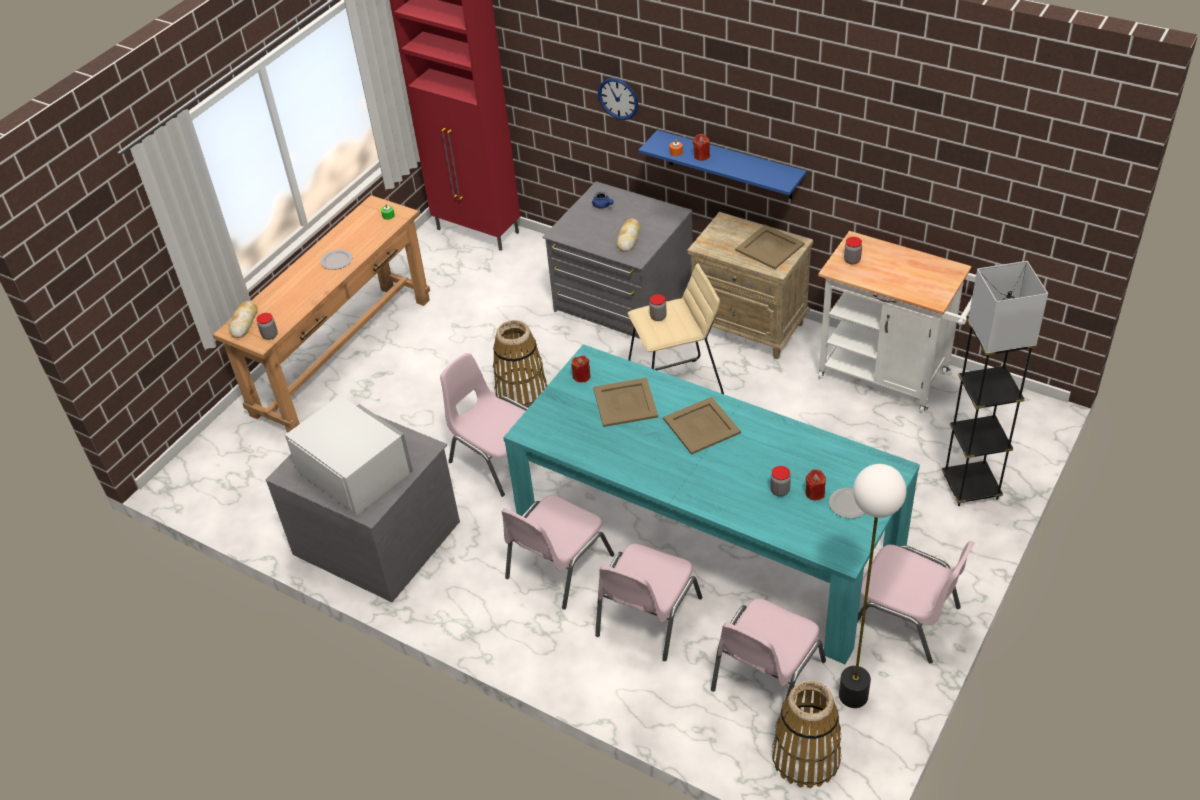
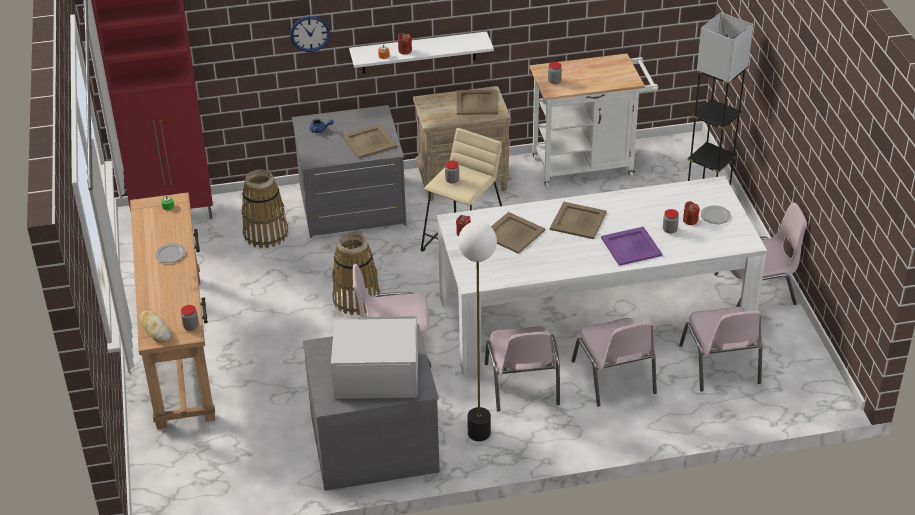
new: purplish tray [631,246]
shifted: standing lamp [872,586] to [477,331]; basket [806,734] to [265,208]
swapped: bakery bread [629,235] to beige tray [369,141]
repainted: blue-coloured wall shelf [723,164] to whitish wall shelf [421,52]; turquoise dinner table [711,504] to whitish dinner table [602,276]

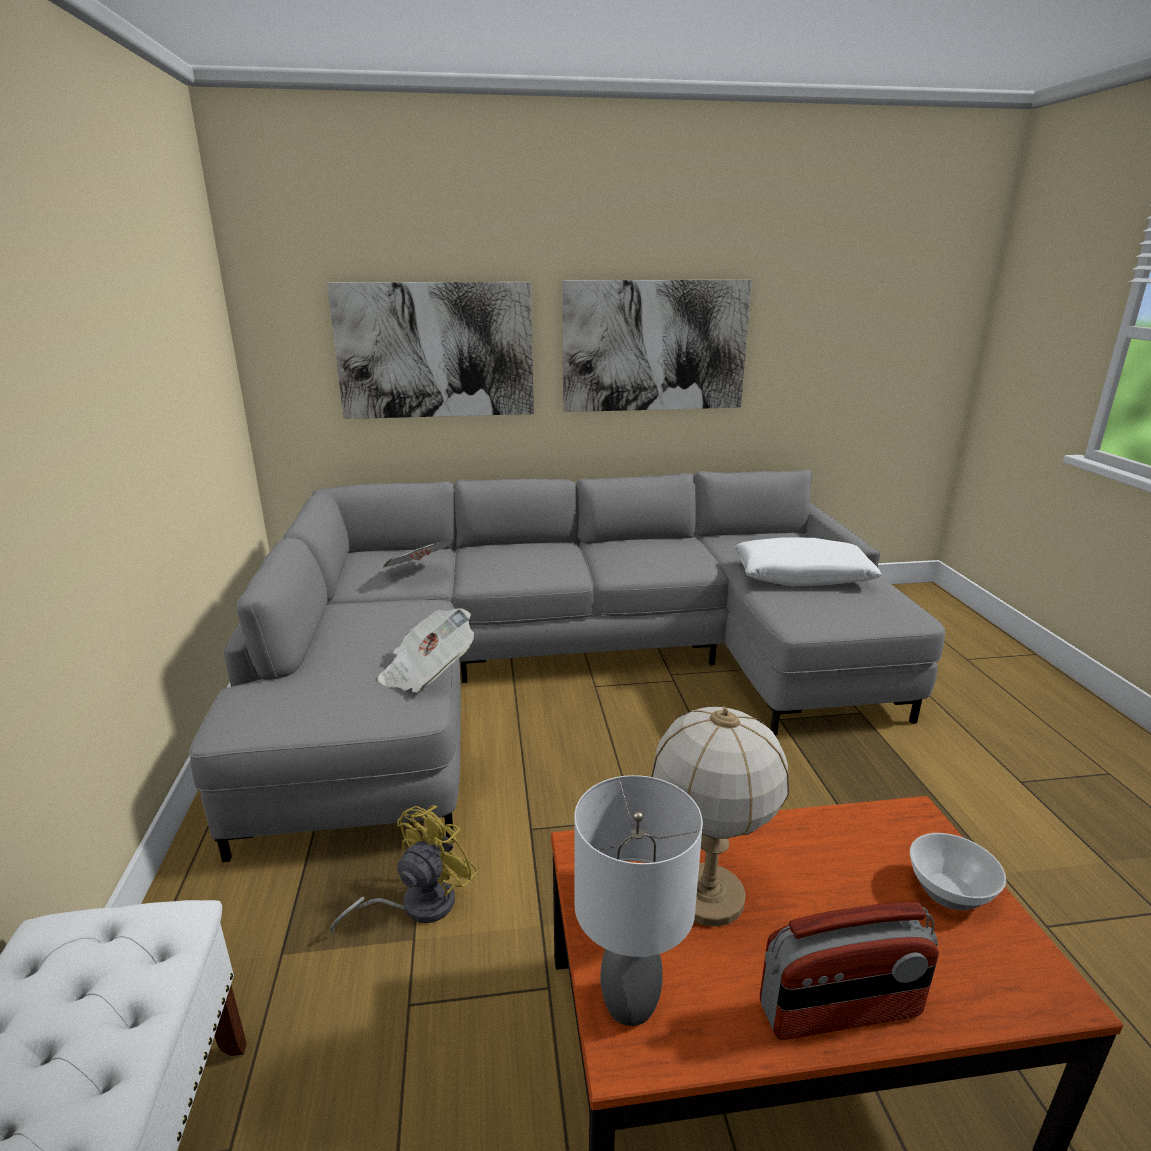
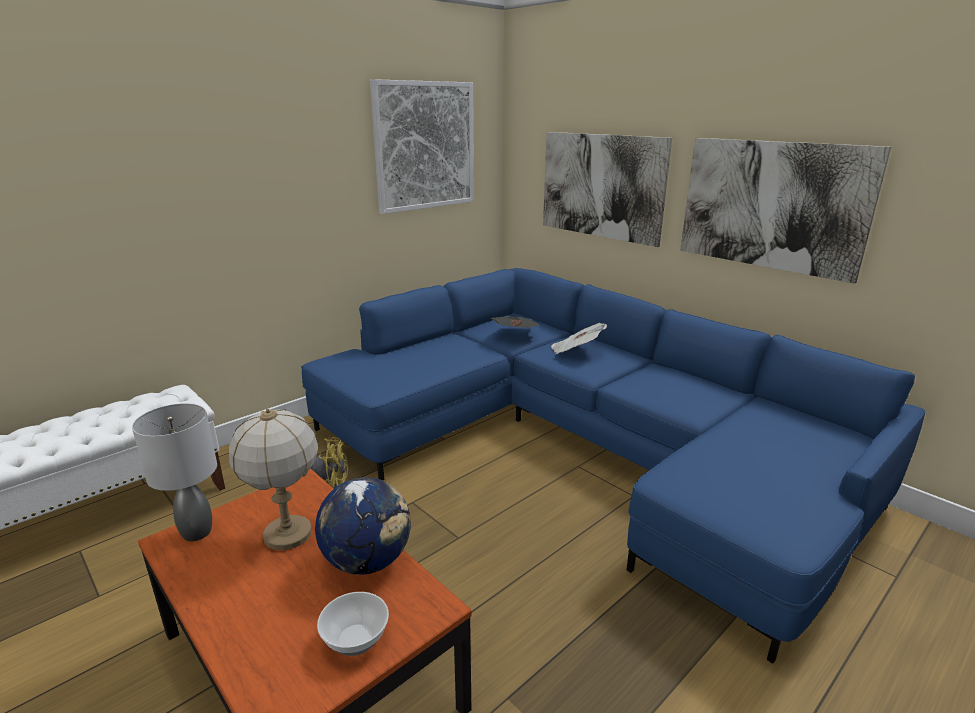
gone: whitish pillow [808,562]; radio [849,971]
new: picture [422,146]; globe [363,526]
shifted: printed paper [426,650] to [579,338]
repainted: greyish couch [567,666] to blue-coloured couch [613,466]

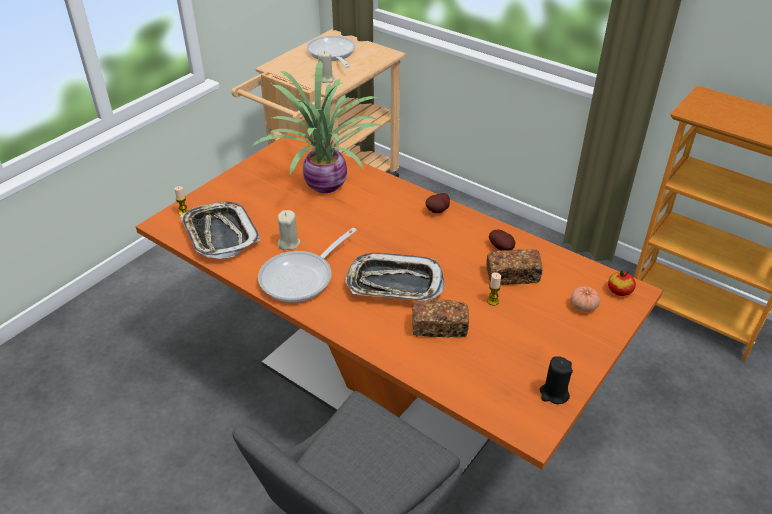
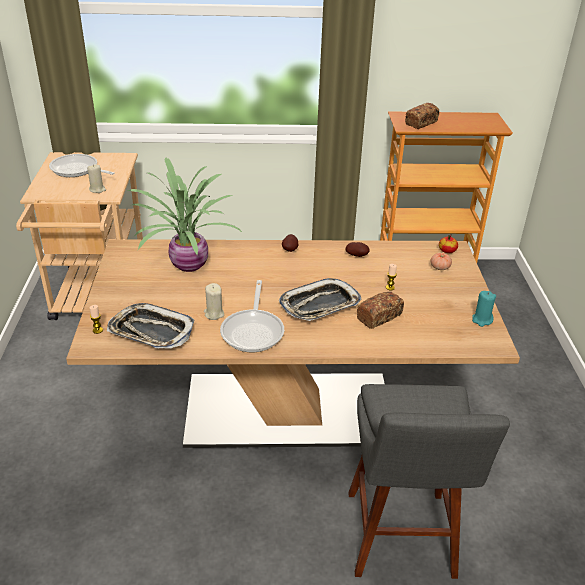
shifted: bakery bread [514,267] to [422,116]
repainted: orange dinner table [399,304] to beige dinner table [293,343]; black-coloured wax light [556,380] to turquoise wax light [484,309]

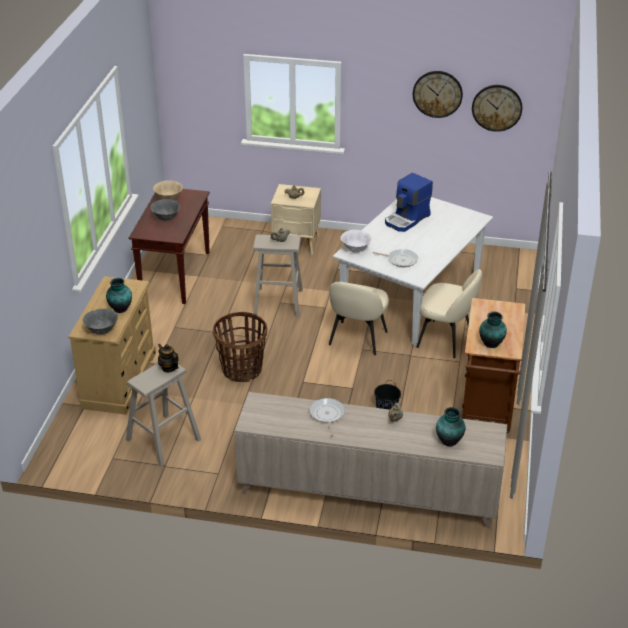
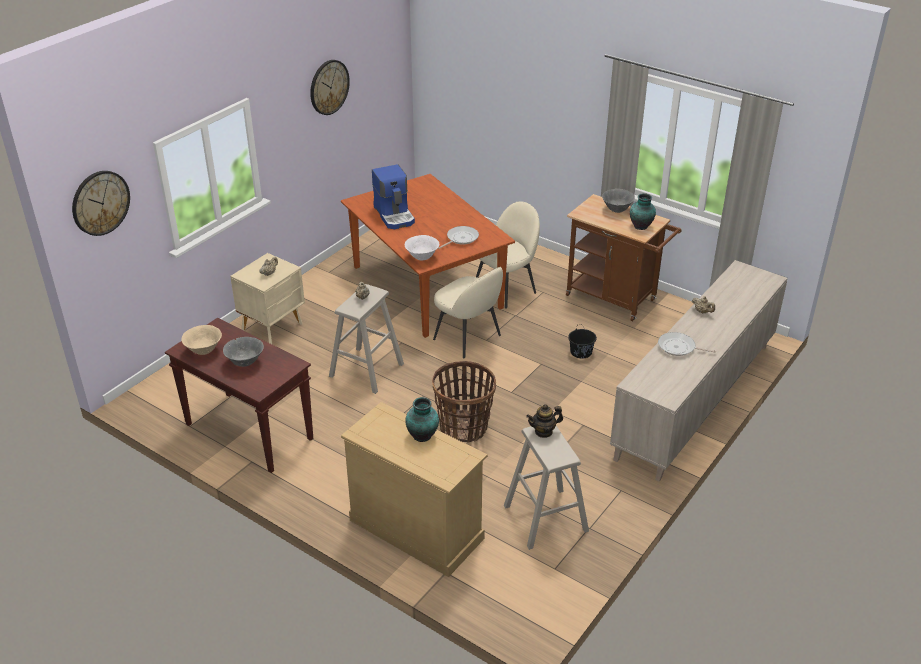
gone: decorative vase [450,427]
shifted: wall clock [497,108] to [101,203]; greyish bowl [100,322] to [618,201]
repainted: whitish dinner table [413,271] to brown dinner table [428,256]

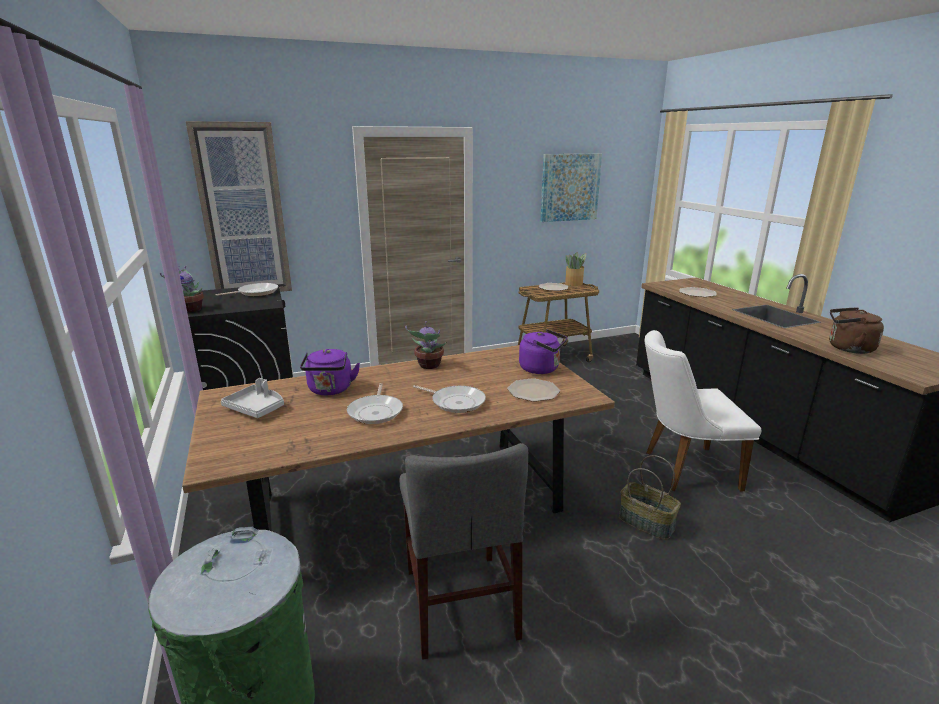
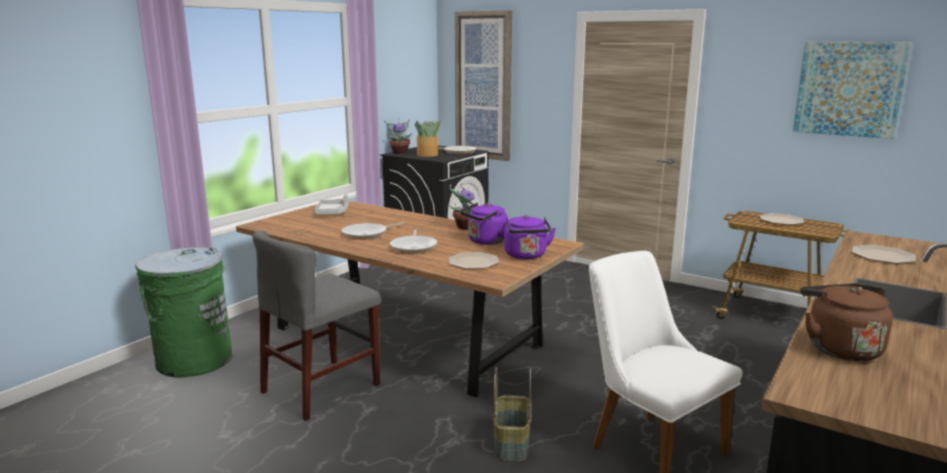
shifted: potted plant [575,269] to [428,138]; purplish water kettle [330,372] to [484,224]

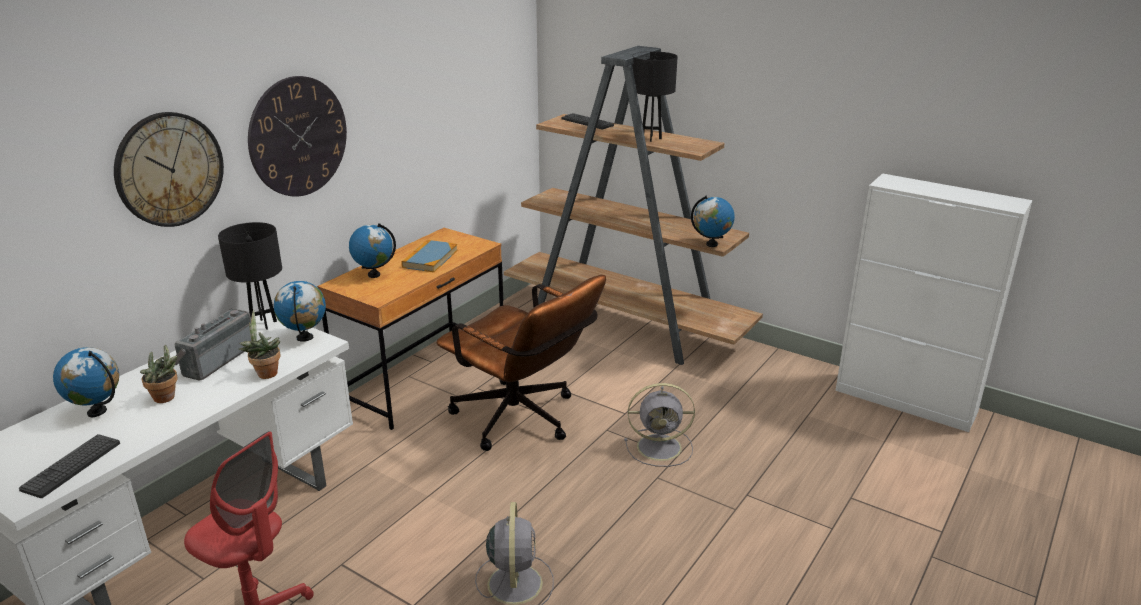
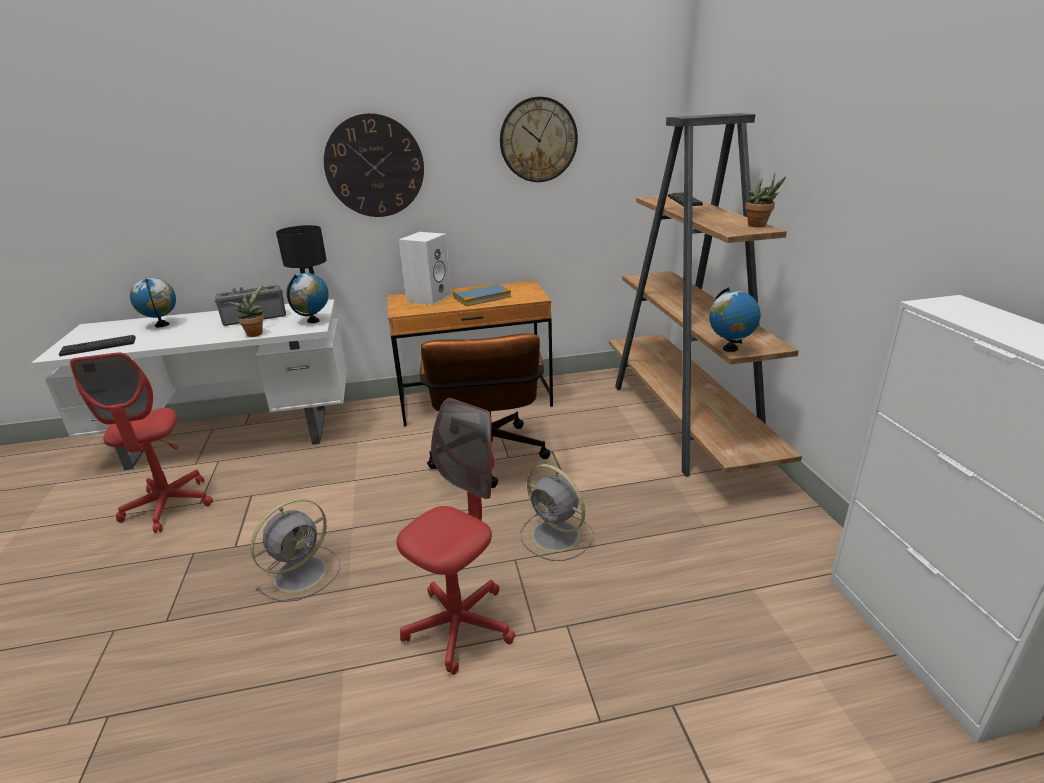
gone: black-coloured table lamp [655,96]
new: red desk chair [455,536]
shifted: wall clock [169,169] to [539,139]; potted plant [159,373] to [765,200]
swapped: globe [372,250] to whitish audio speaker [425,268]

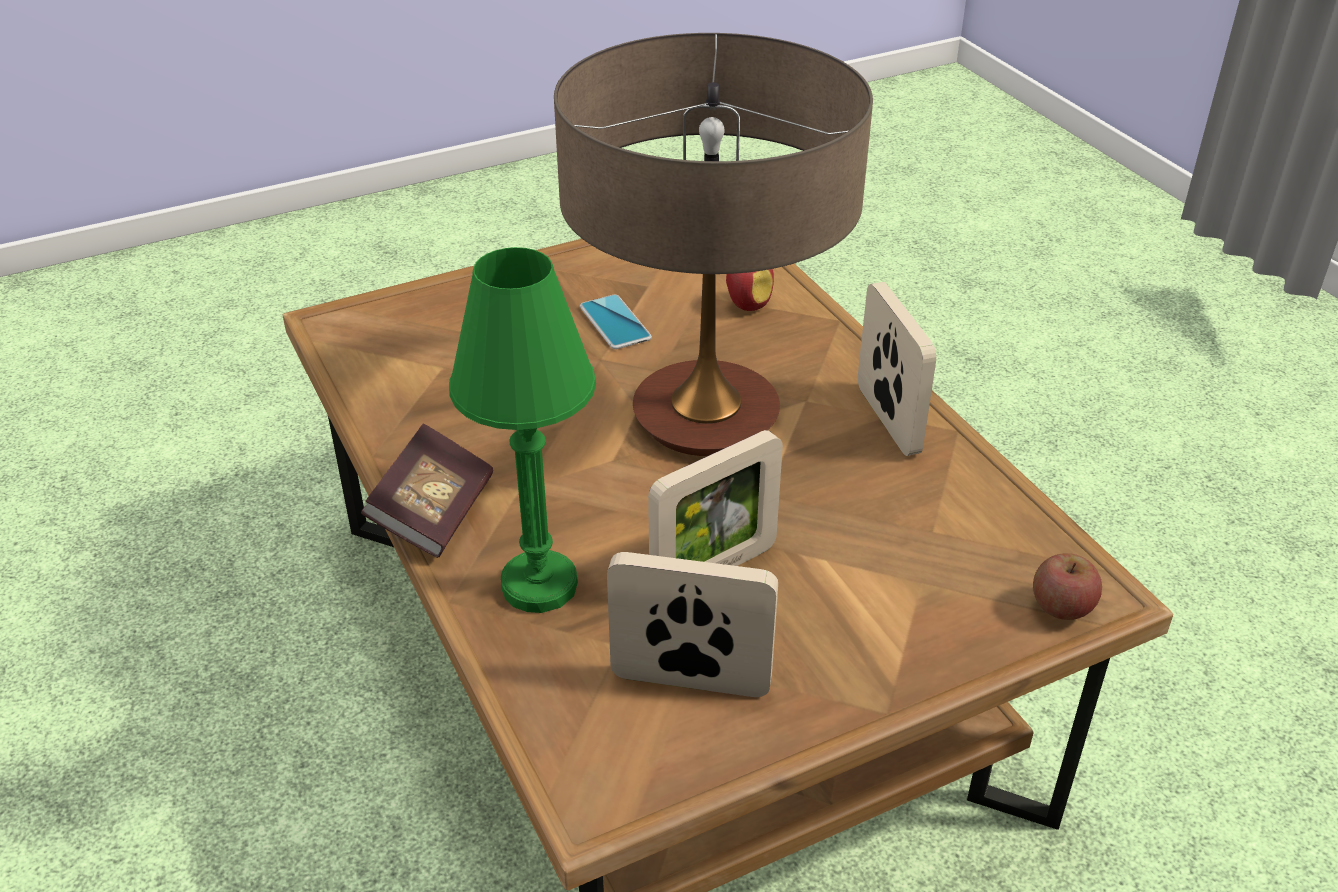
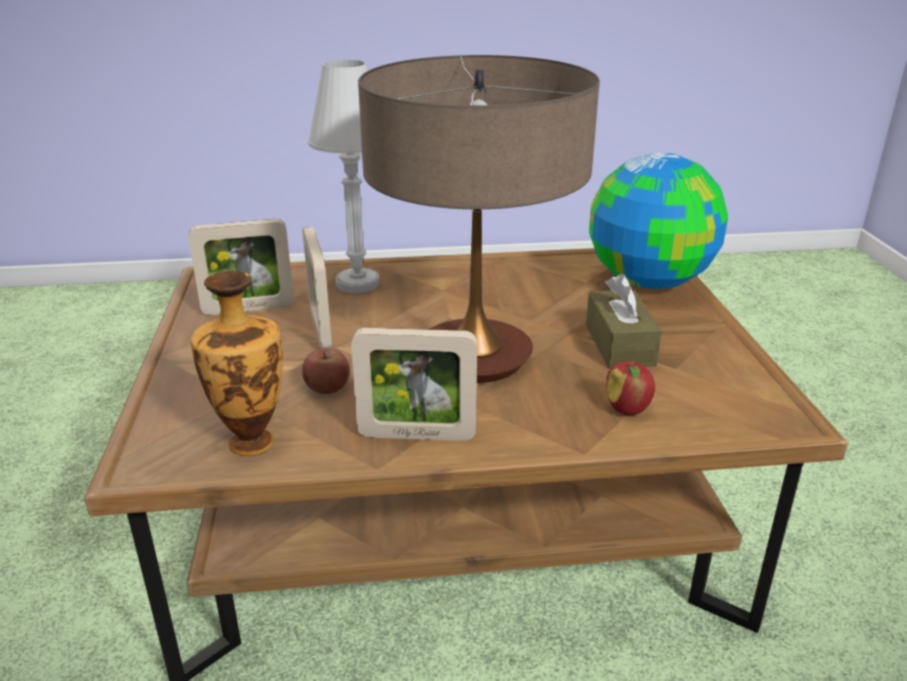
gone: bound book [427,491]
new: globe [658,221]; decorative vase [237,363]
shifted: apple [1067,586] to [326,371]
swapped: handset [616,322] to brown box of tissues [624,321]
repainted: green table lamp [522,430] to whitish table lamp [343,176]
rotated: picture frame [692,624] = [241,267] 45 degrees clockwise

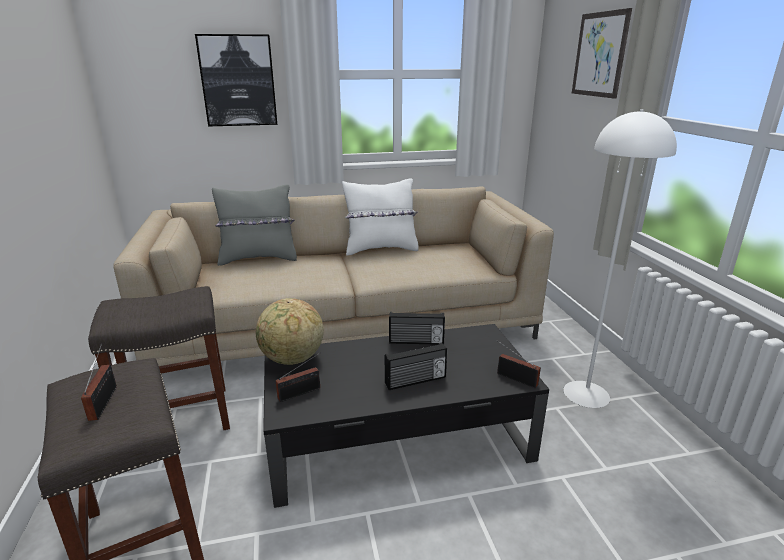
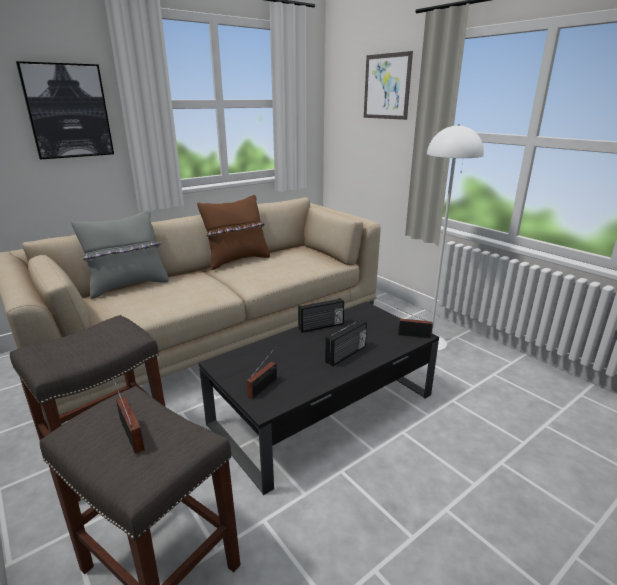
gone: globe [290,331]
repainted: whitish pillow [380,217] to brown pillow [233,232]

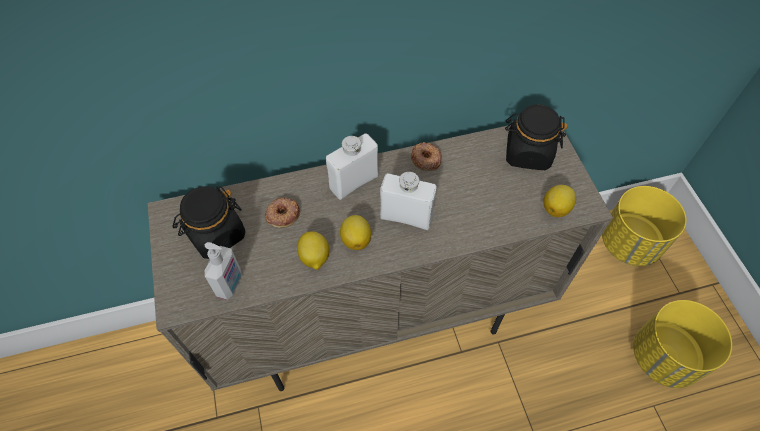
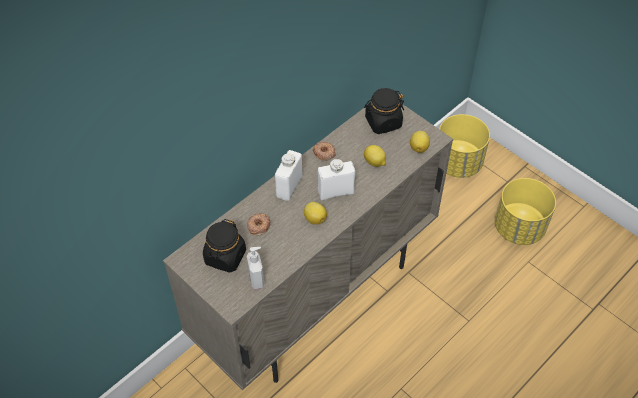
shifted: lemon [313,250] to [375,156]

